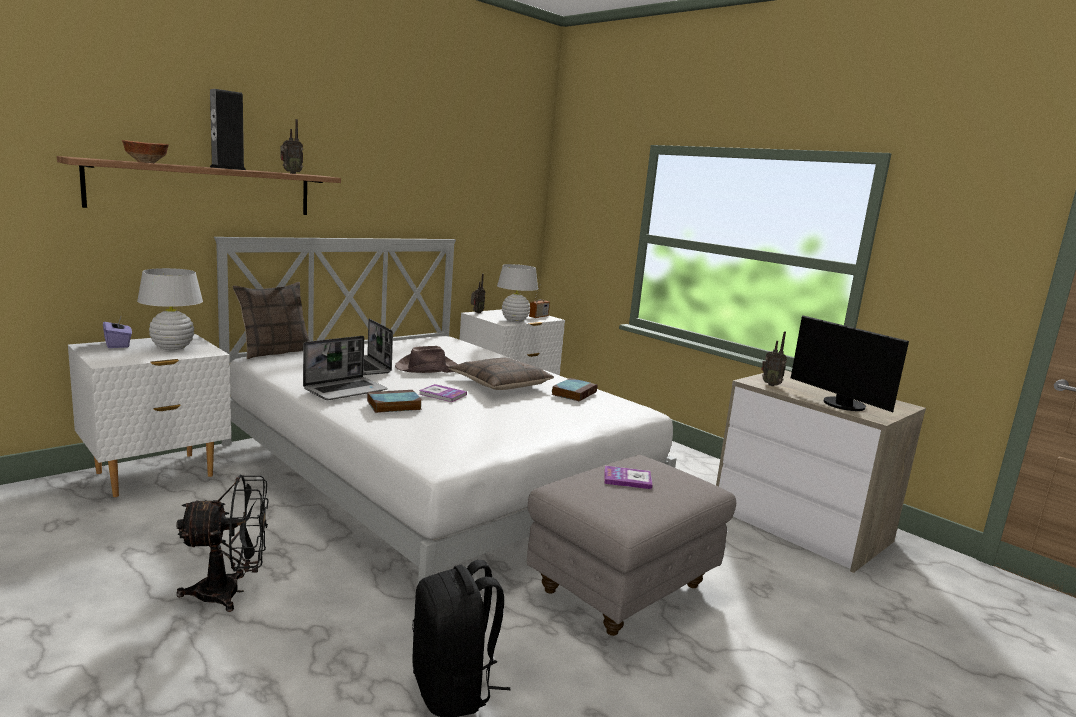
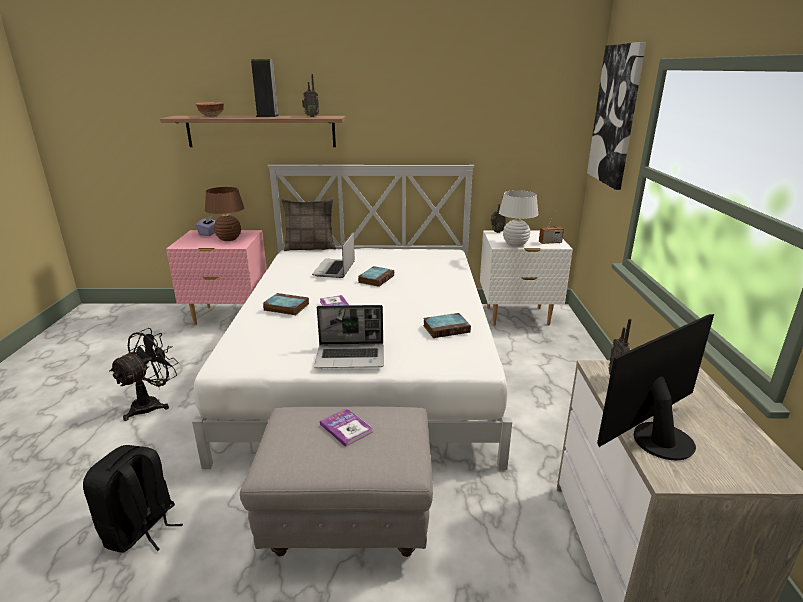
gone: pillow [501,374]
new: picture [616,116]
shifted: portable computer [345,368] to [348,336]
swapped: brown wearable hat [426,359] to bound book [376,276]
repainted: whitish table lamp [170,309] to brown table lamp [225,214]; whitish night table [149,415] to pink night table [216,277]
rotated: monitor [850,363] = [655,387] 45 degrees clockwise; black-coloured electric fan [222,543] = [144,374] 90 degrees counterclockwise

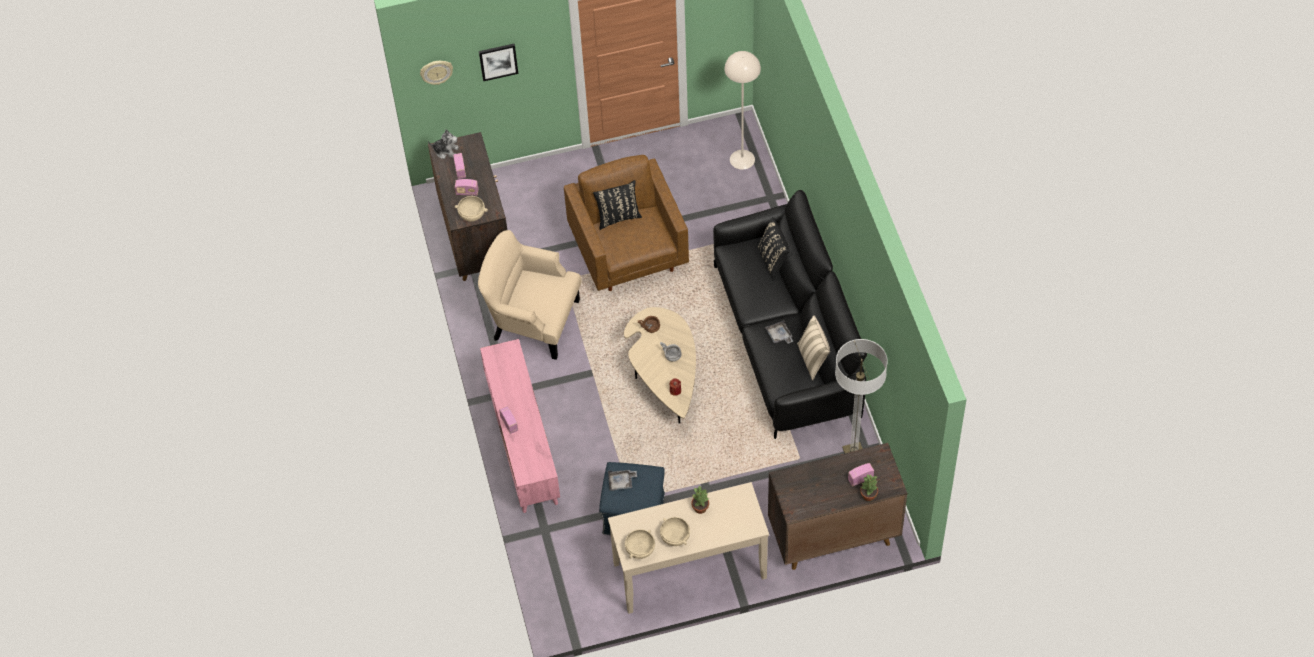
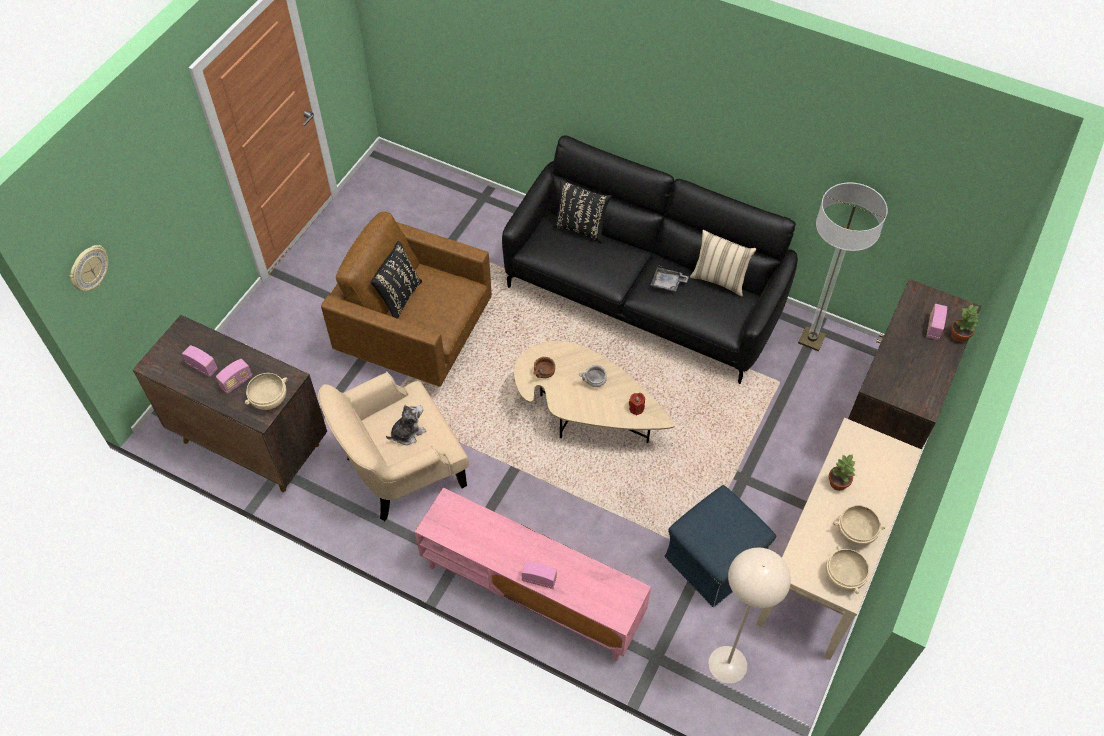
gone: picture [498,63]; greyish tray [622,480]
shifted: beige standing lamp [742,110] to [749,616]; cuddly toy [443,144] to [406,425]

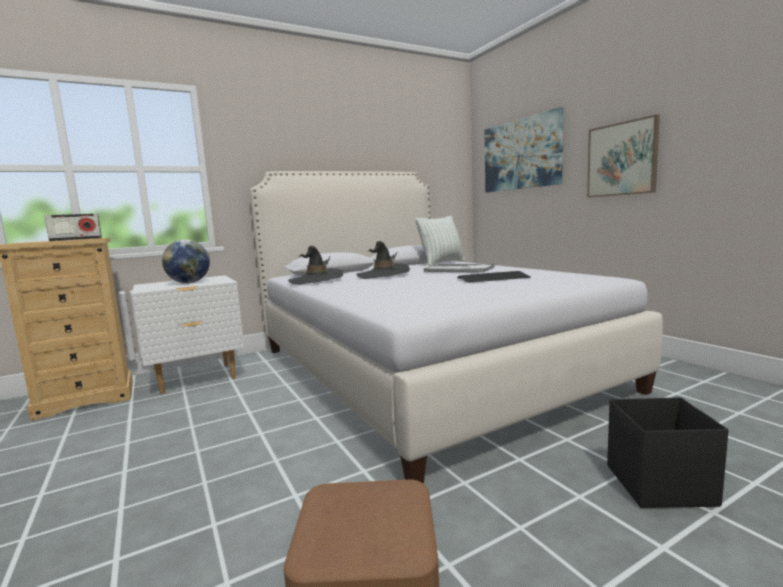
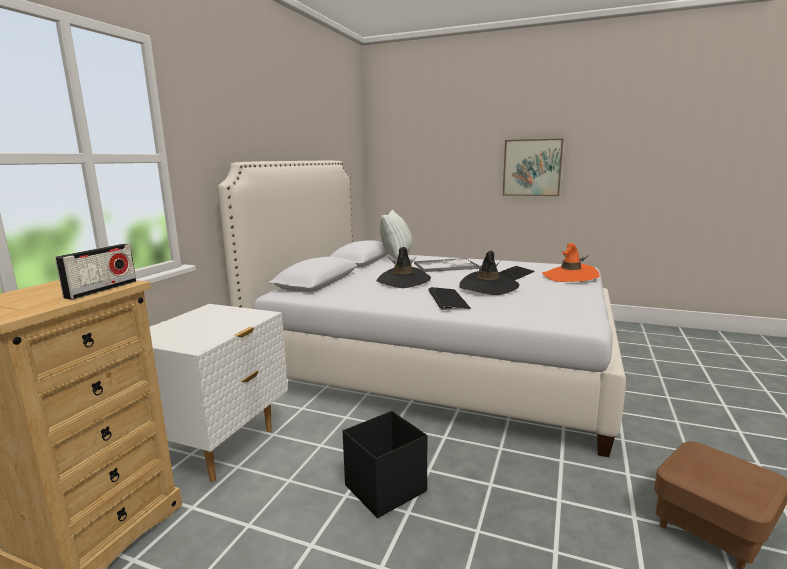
gone: picture [524,150]; globe [186,261]
new: orange wearable hat [571,262]; computer keyboard [450,298]
shifted: black-coloured wearable hat [315,265] to [489,273]; black-coloured storage container [667,452] to [385,464]

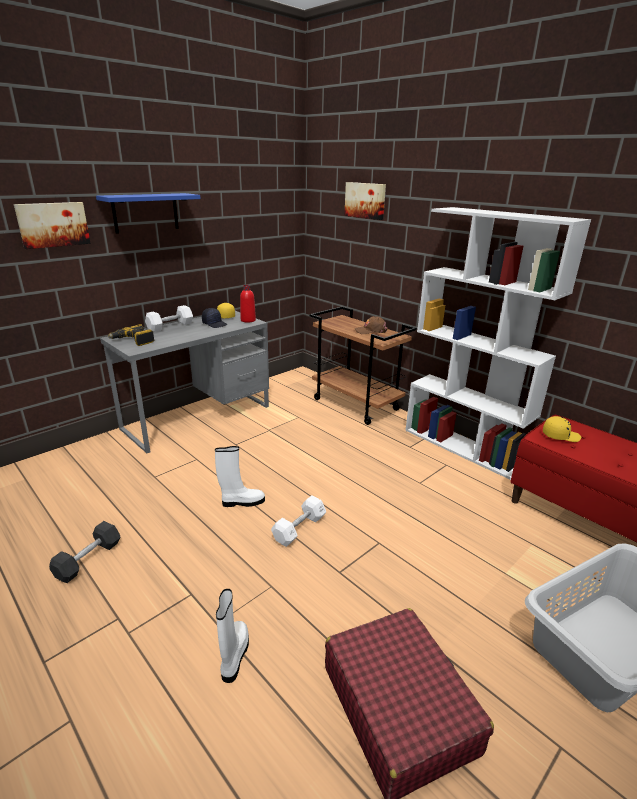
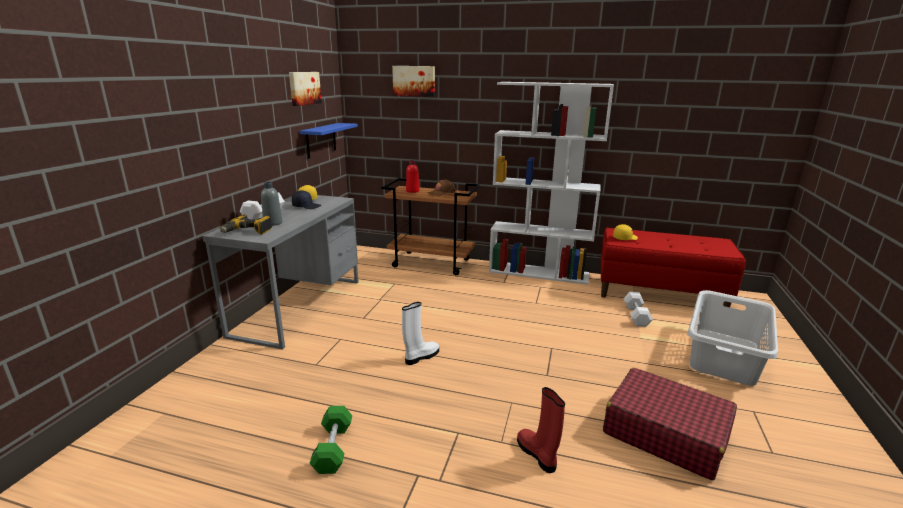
new: greyish drink bottle [271,204]
shifted: blue-coloured wall shelf [148,213] to [328,140]; picture [52,225] to [305,89]; red drink bottle [248,304] to [412,176]; whitish hand weight [298,521] to [638,309]
repainted: black-coloured hand weight [84,552] to green hand weight [330,440]; whitish high-top boot [232,636] to red high-top boot [541,430]

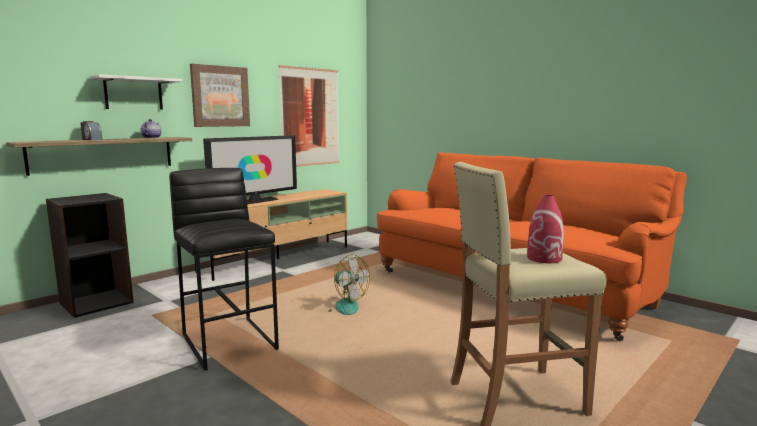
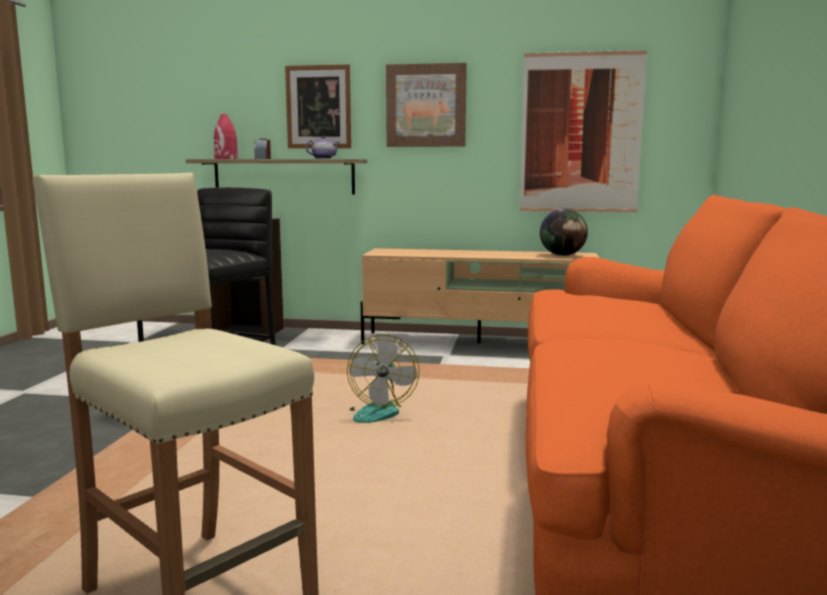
gone: TV [250,169]
new: globe [564,232]
shifted: red decorative vase [545,229] to [226,136]
swapped: whitish wall shelf [135,92] to picture [318,106]

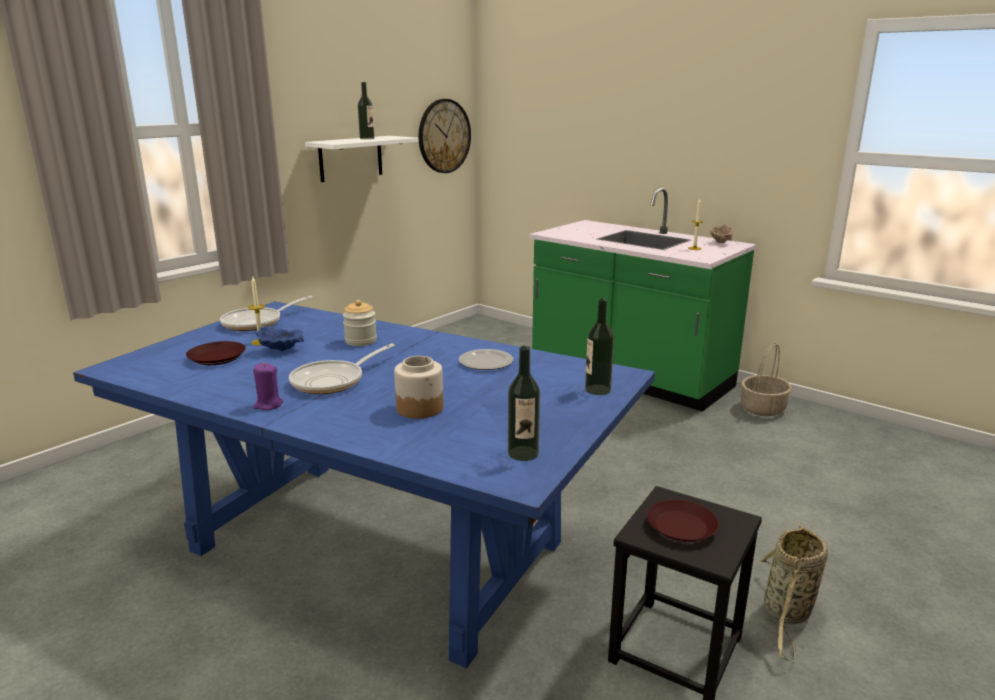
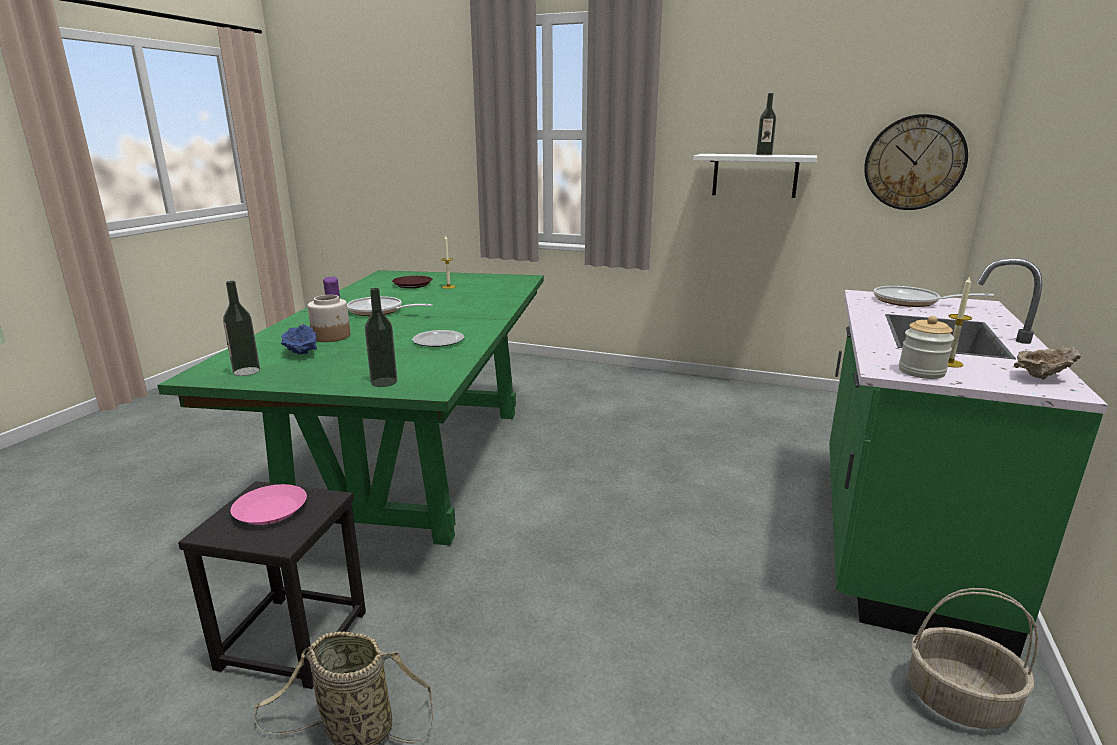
shifted: frying pan [266,313] to [934,296]; preserve jar [360,323] to [926,347]; blue-coloured bowl [280,338] to [299,339]
repainted: blue-coloured dinner table [364,484] to green dinner table [351,407]; brown plate [683,521] to pink plate [269,504]

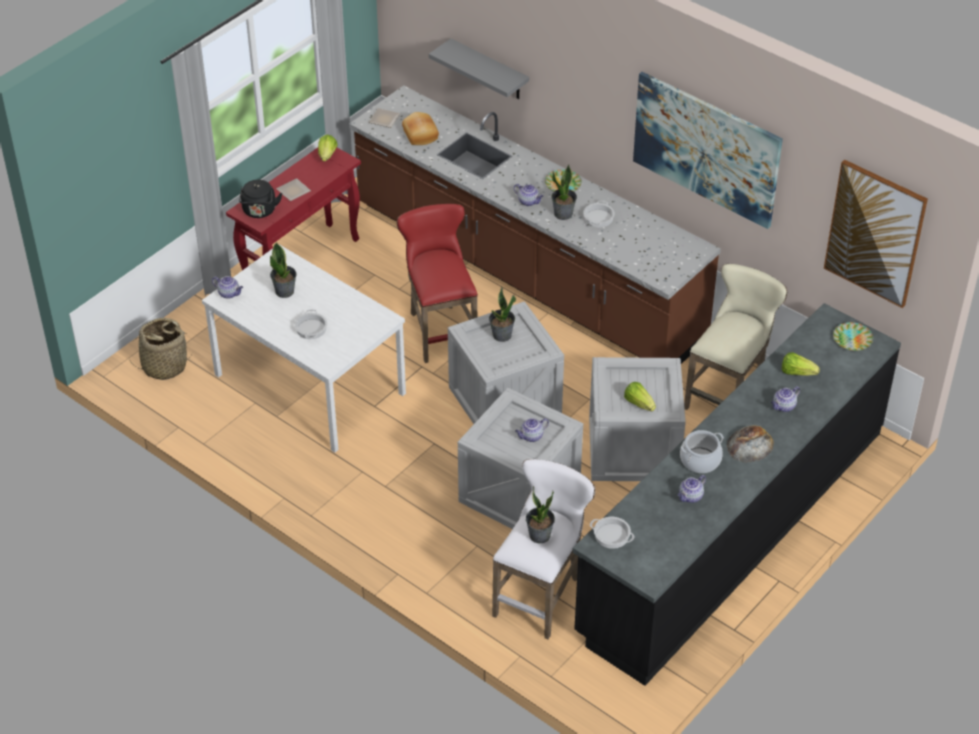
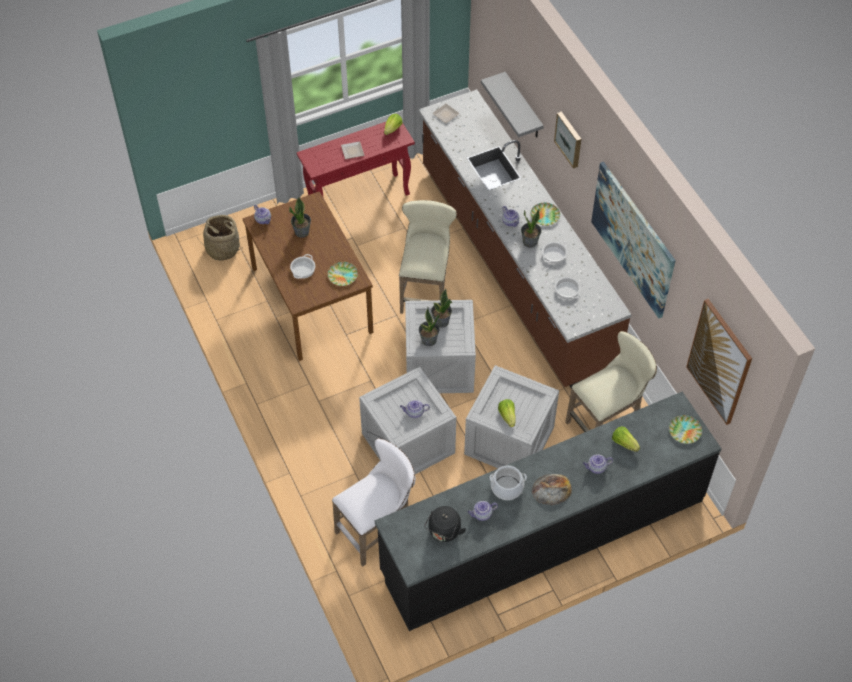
gone: bakery bread [420,128]
new: picture [567,140]; plate [343,274]
shifted: black-coloured water kettle [260,199] to [445,524]; potted plant [540,514] to [429,326]; stockpot [612,533] to [568,287]
repainted: red sitting stool [437,283] to beige sitting stool [428,257]; whitish dinner table [304,348] to brown dinner table [308,276]

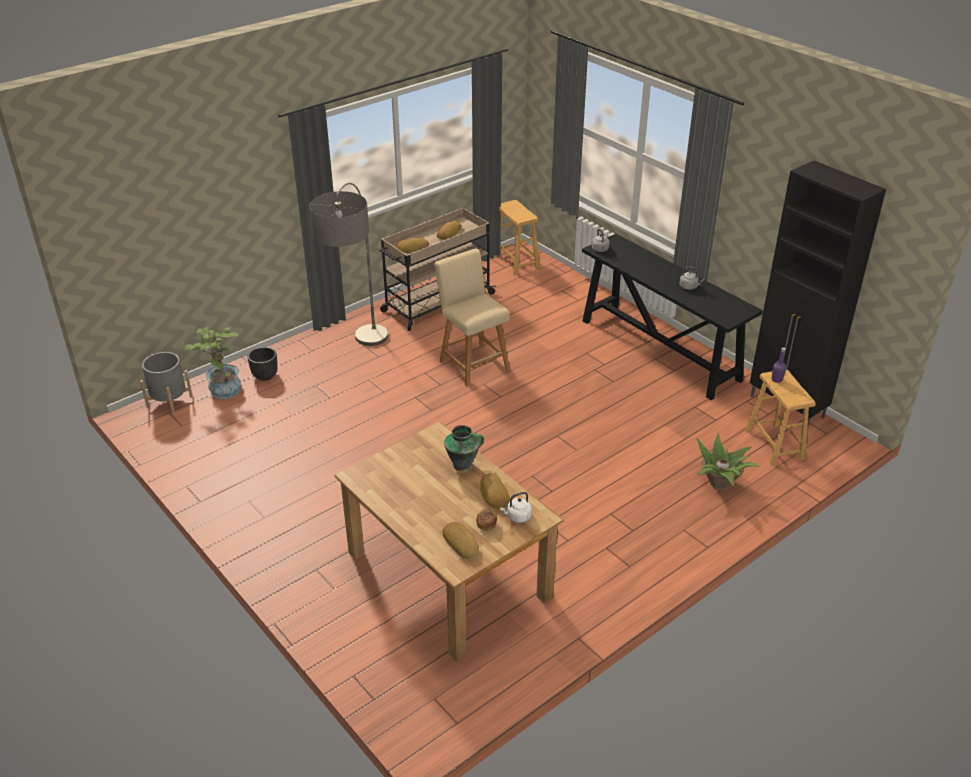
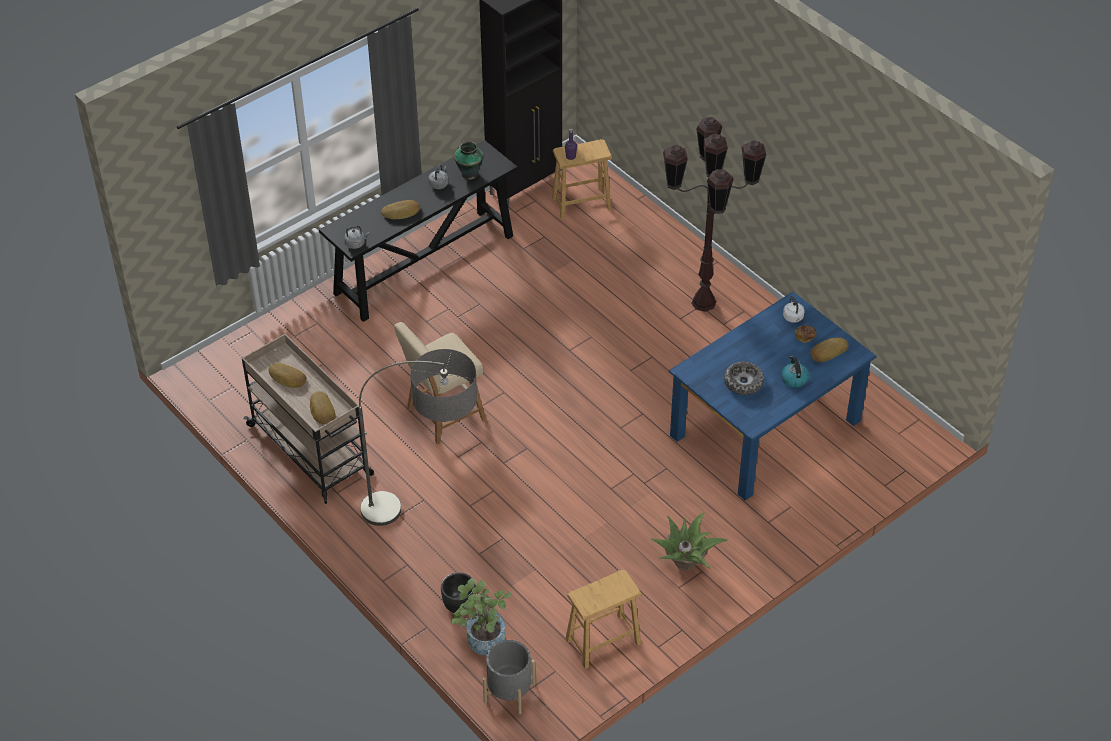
new: brown standing lamp [715,214]; water kettle [795,372]; bowl [744,378]
shifted: brown sitting stool [517,238] to [603,619]; decorative vase [464,448] to [469,160]; potted plant [728,461] to [689,541]; bakery bread [495,490] to [400,209]
repainted: brown dinner table [449,542] to blue-coloured dinner table [773,396]

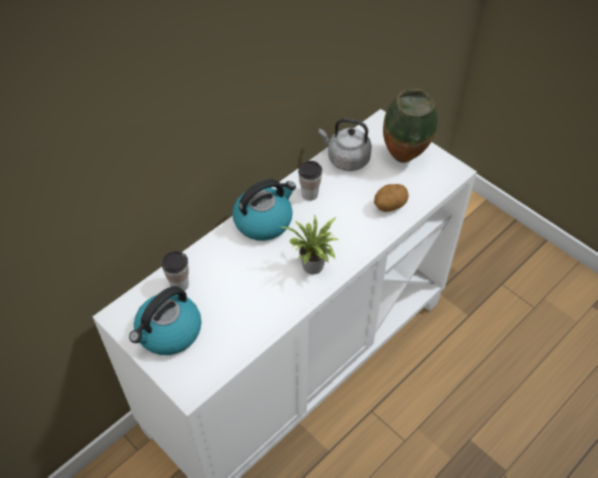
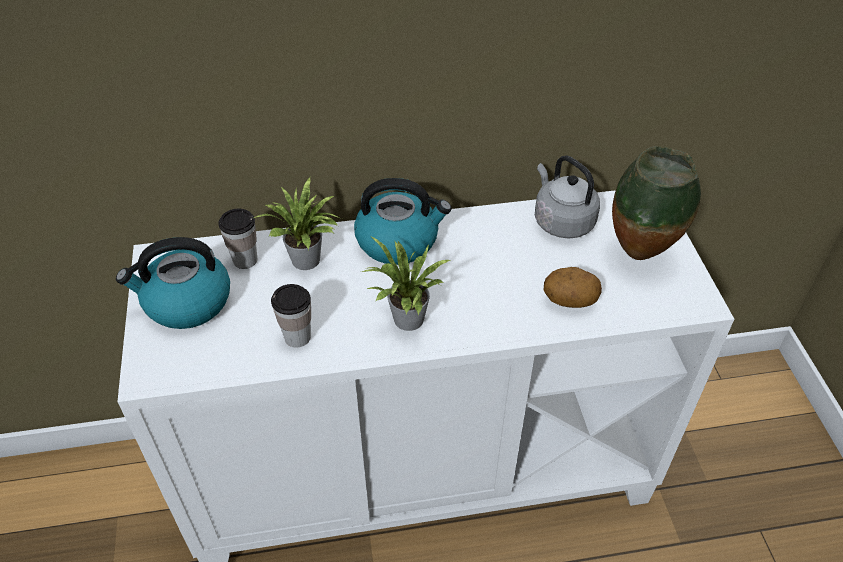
new: potted plant [298,223]
shifted: cup [310,181] to [291,316]

